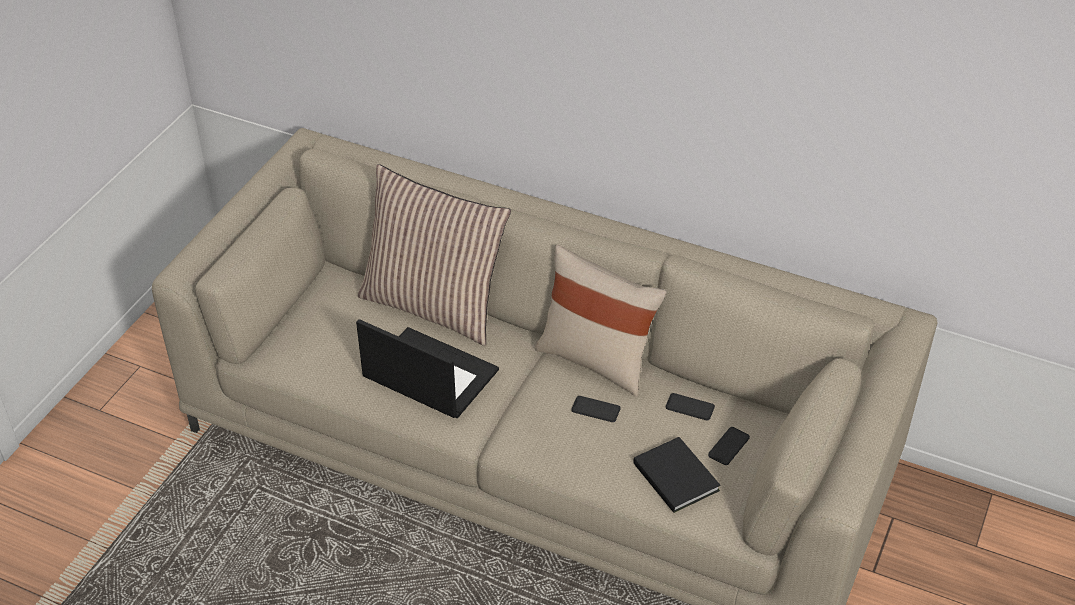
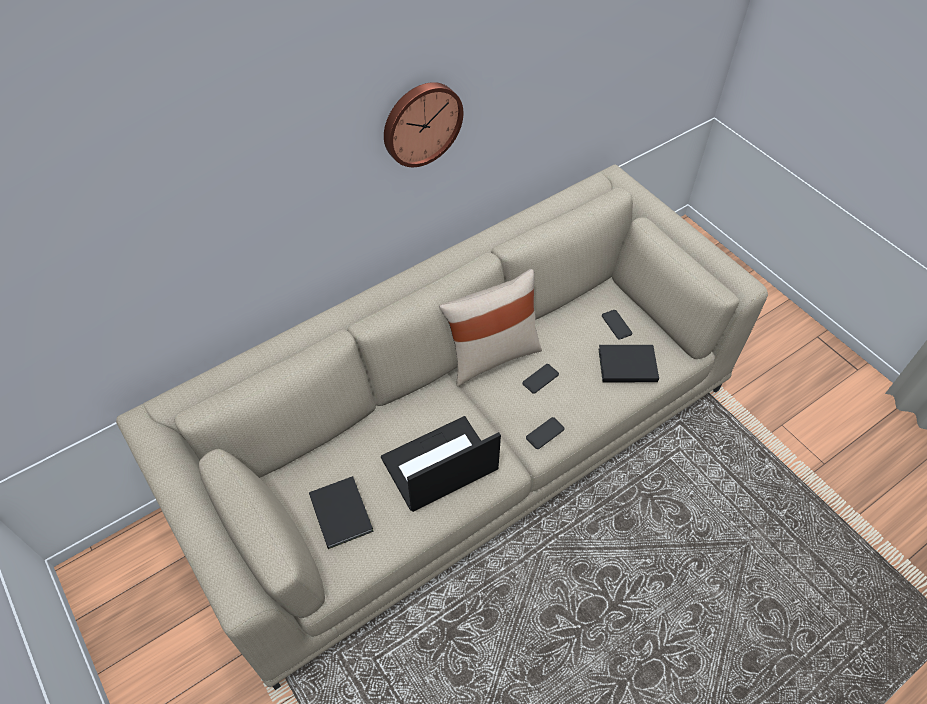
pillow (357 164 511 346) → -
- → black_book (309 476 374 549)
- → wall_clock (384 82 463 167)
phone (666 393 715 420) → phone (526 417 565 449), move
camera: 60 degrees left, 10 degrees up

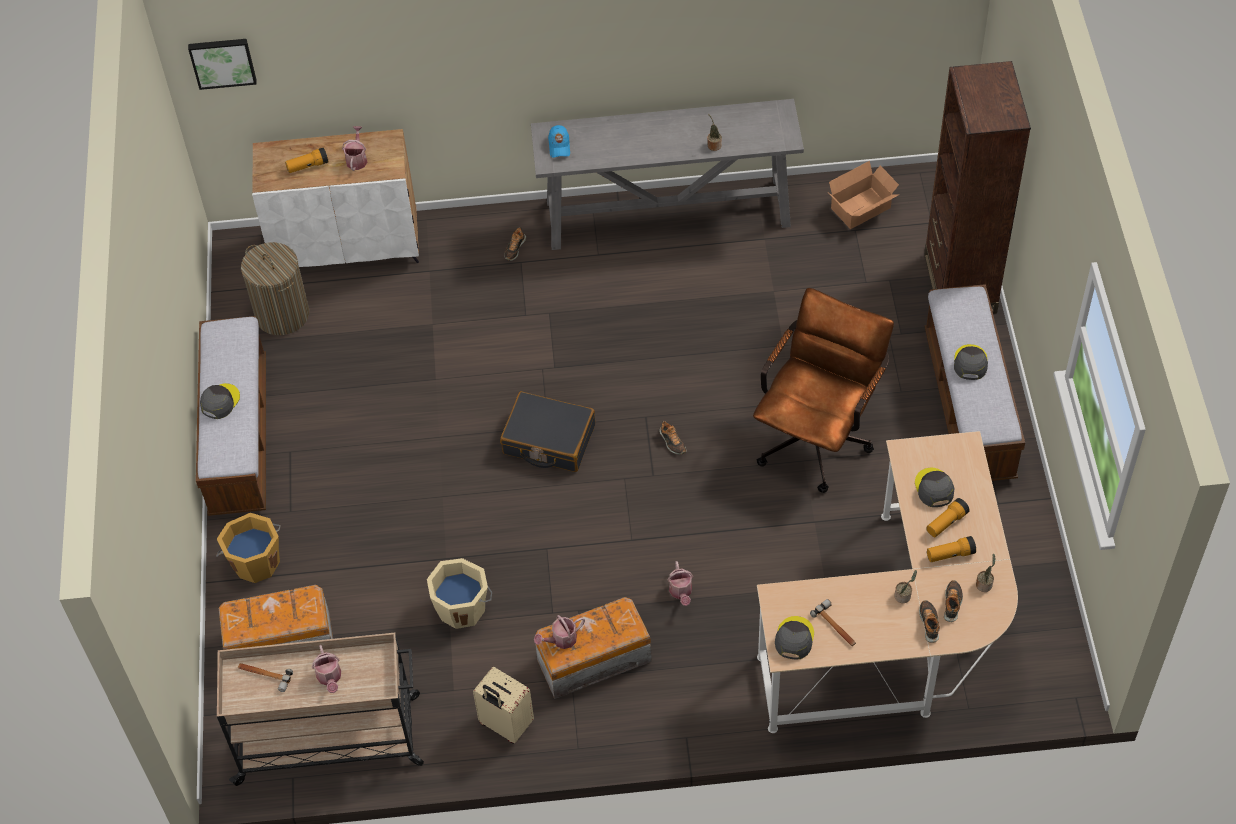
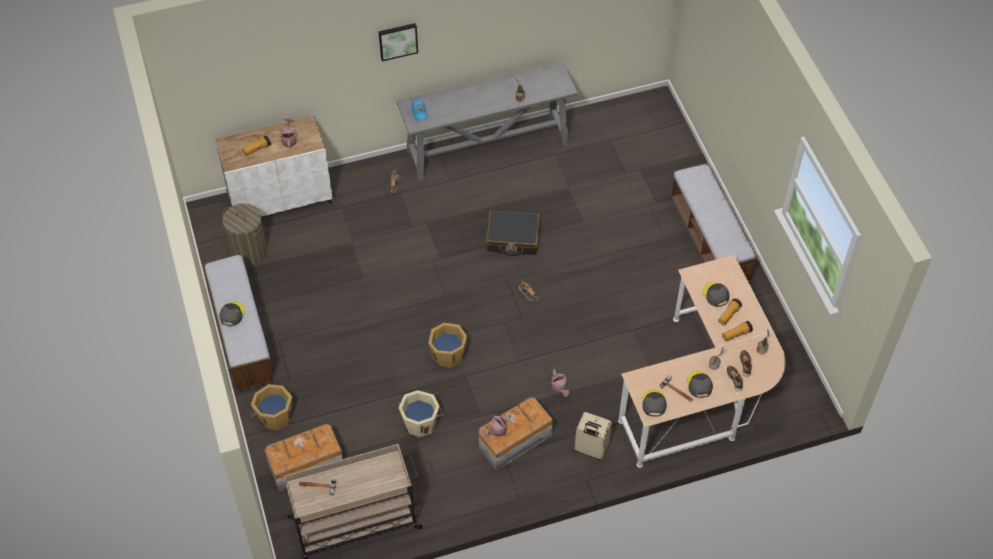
watering_can (312 645 341 693) → -
brown_office_chair (753 288 894 493) → -
cardboard_box (829 161 900 229) → -
brown_bookcase (924 61 1031 314) → -
- → orange_bucket (428 323 467 368)
picture (188 39 256 90) → picture (379 23 418 61), move
beige_suitcase (473 667 534 744) → beige_suitcase (574 412 612 460), move
black_suitcase (500 391 595 472) → black_suitcase (486 210 540 256), move
grey_cap (954 344 988 380) → grey_cap (687 371 713 398), move
camera: 15 degrees left, 0 degrees up

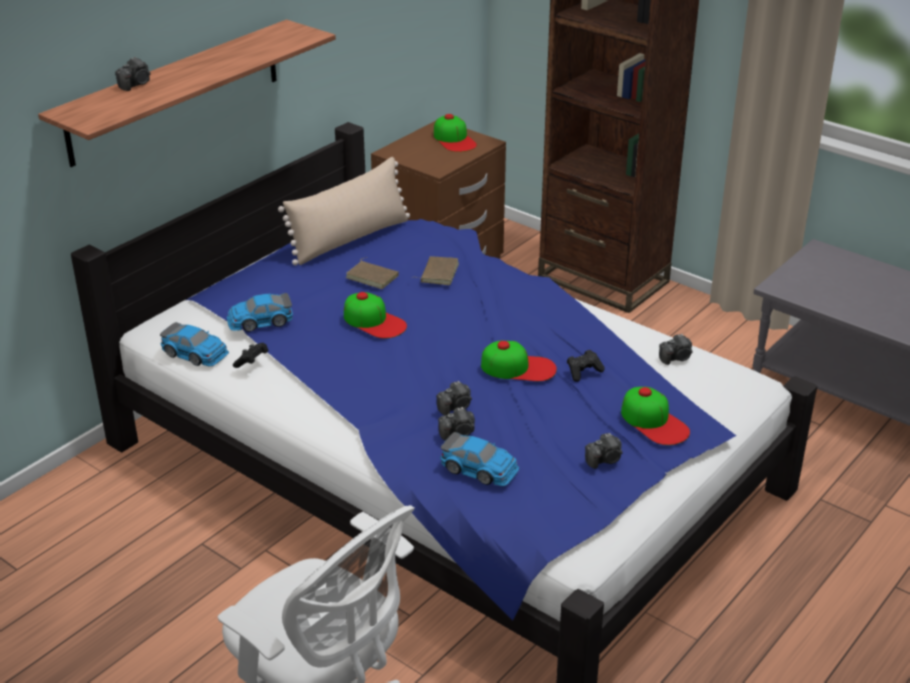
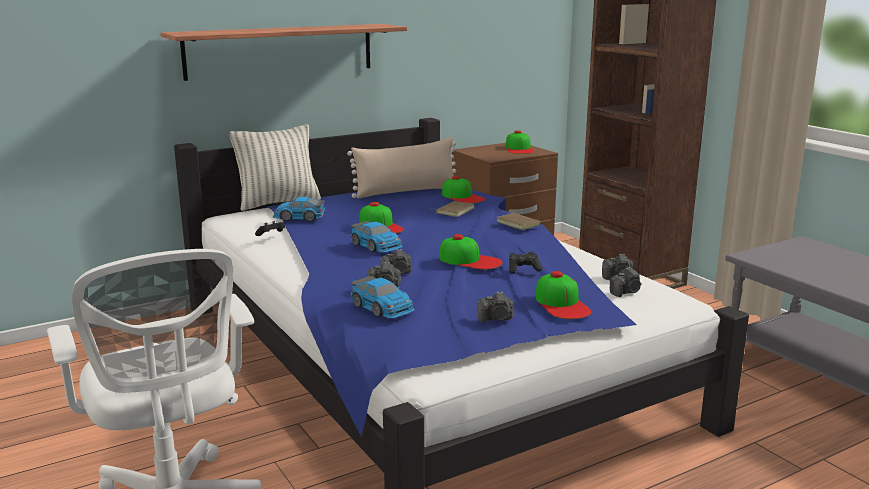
- → pillow (229 125 321 211)
- → cap (442 176 485 203)
photo_camera (115 57 151 91) → photo_camera (610 267 641 297), move
toy_car (160 322 229 366) → toy_car (350 221 403 253), move
brown_book (346 257 399 289) → brown_book (496 212 541 230), move
camera: 20 degrees right, 15 degrees down

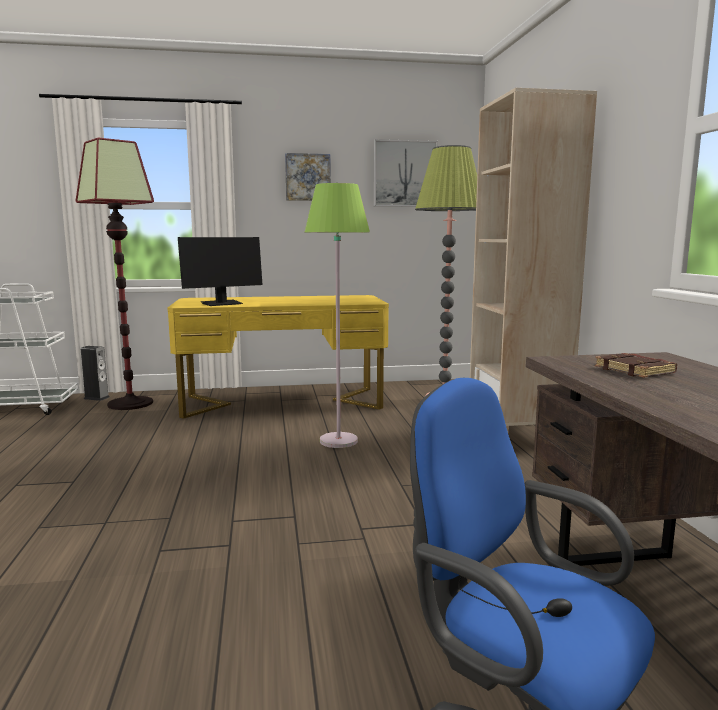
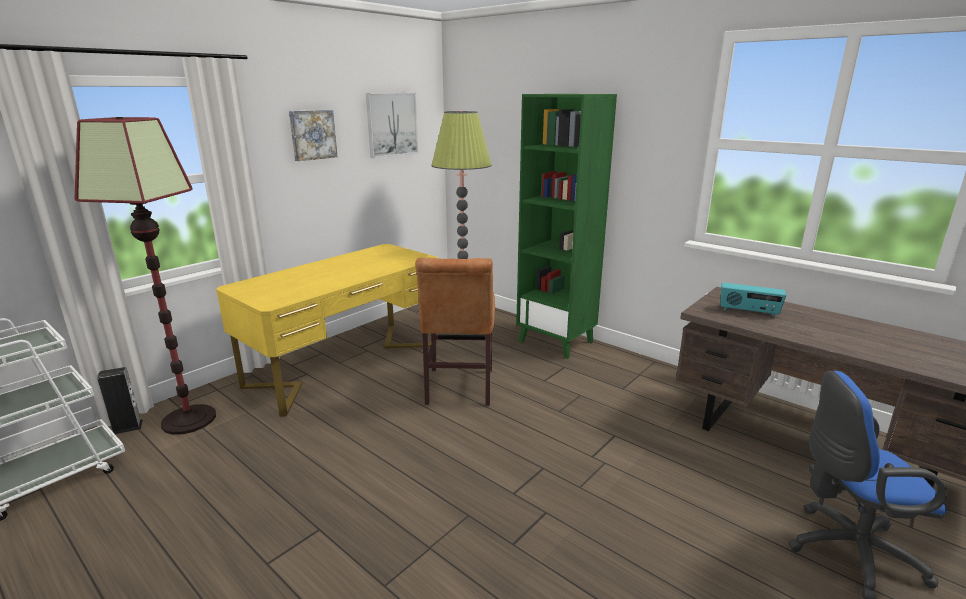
monitor (178 237 263 306) → -
green_floor_lamp (305 183 370 448) → brown_chair (415 258 495 406)
brown_book (595 353 677 378) → radio (721 283 786 317)
beige_bookcase (470 88 597 432) → green_bookcase (516 94 617 359)
camera: 40 degrees left, 10 degrees up

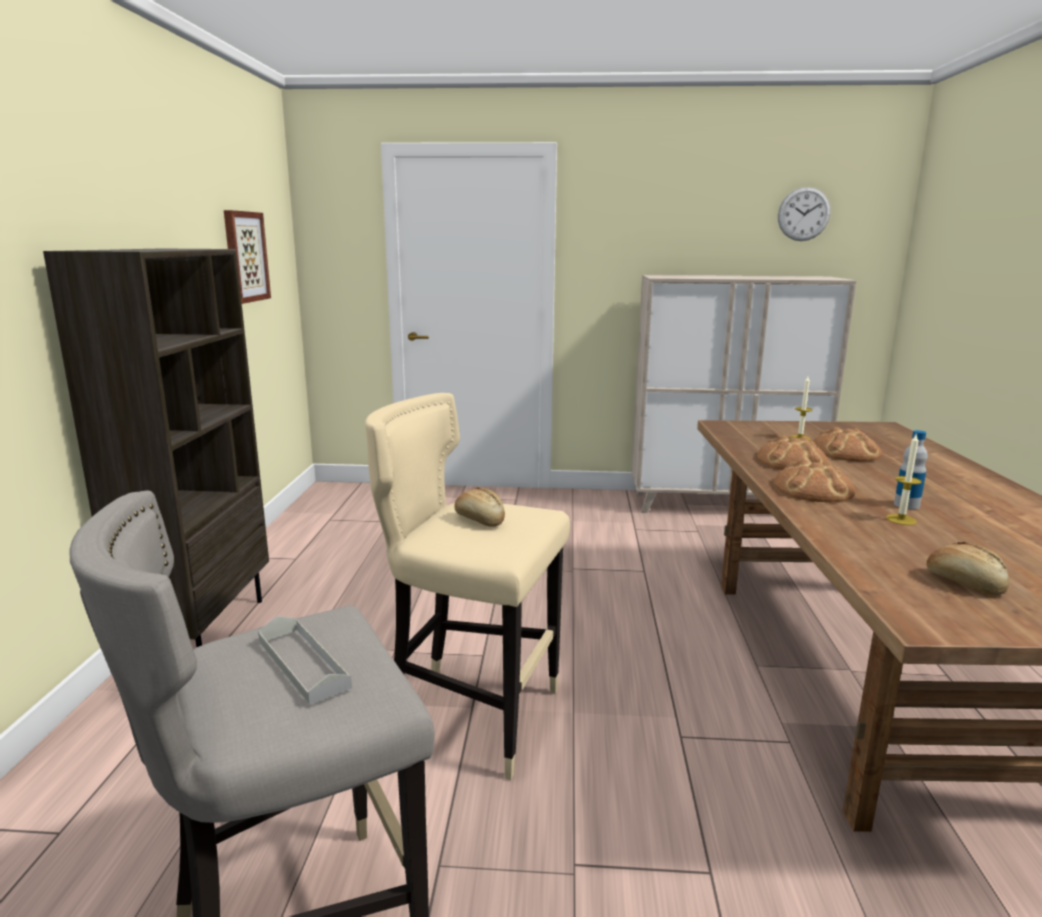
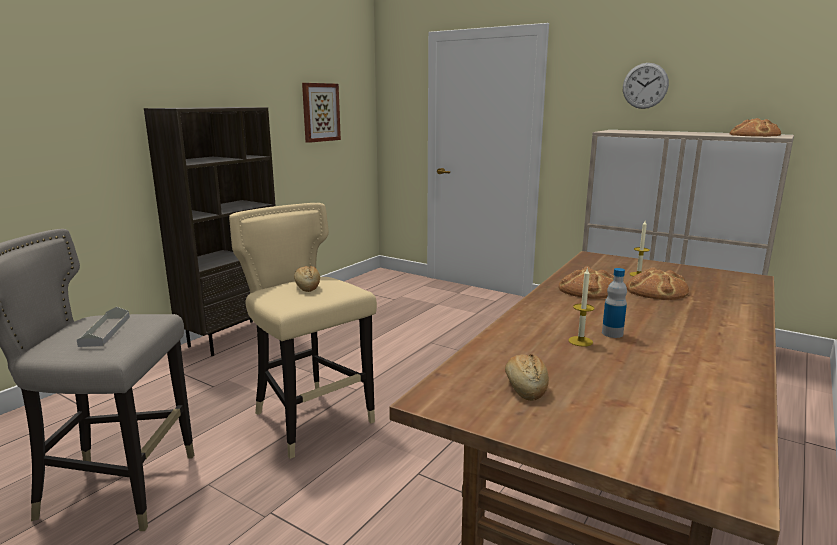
bread (774 460 856 503) → bread (730 118 781 137), move
wall_clock (778 187 830 241) → wall_clock (623 63 669 109), move
camera: 30 degrees right, 0 degrees up

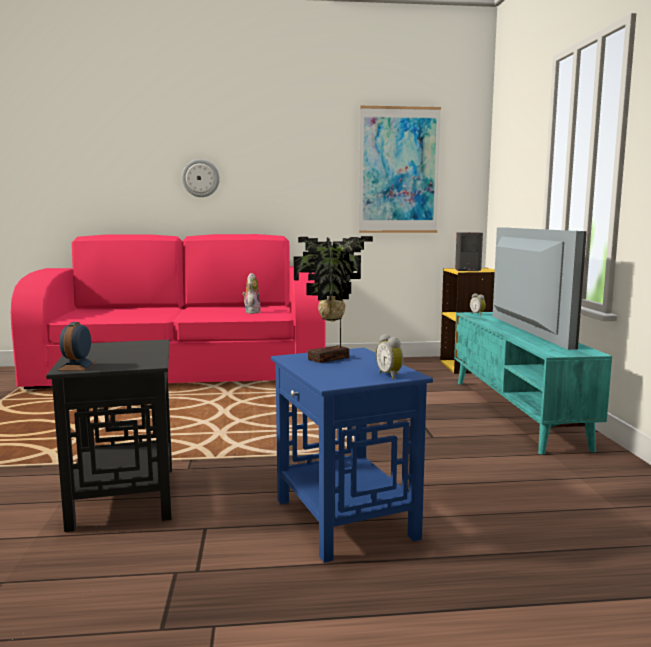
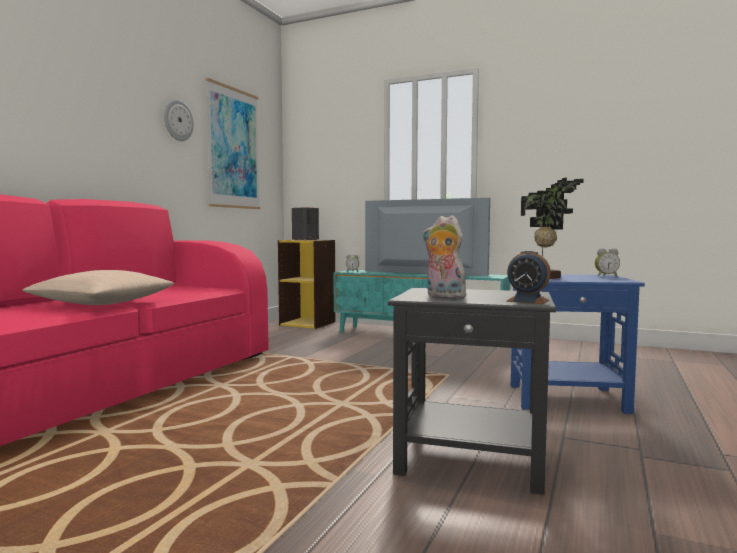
- → beige_pillow (22 270 174 305)
wall_clock (182 159 220 197) → wall_clock (164 100 194 141), move
plush_toy (243 273 261 314) → plush_toy (422 215 466 298), move
camera: 60 degrees left, 5 degrees down

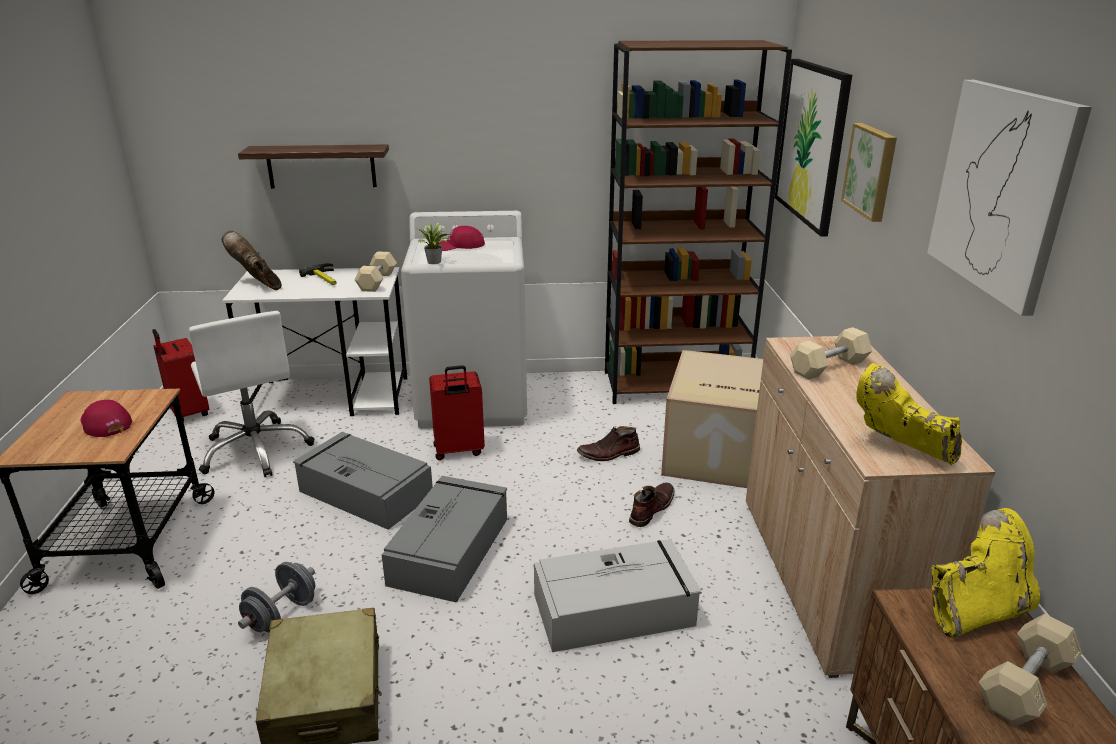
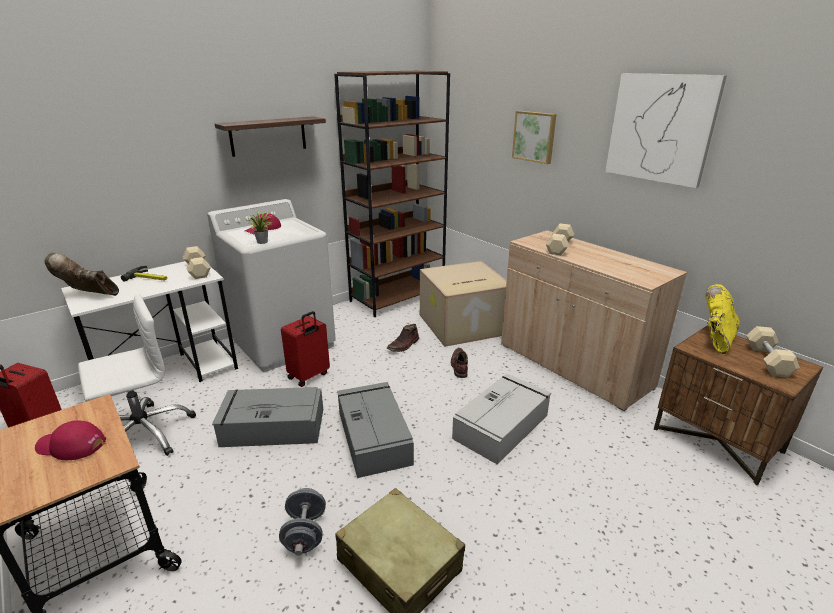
picture (775 59 852 237) → -
yellow_boot (856 363 962 465) → -
shelf (238 144 389 189) → shelf (215 116 326 157), move
white_office_chair (189 311 314 477) → white_office_chair (78 293 196 456), 60 degrees counterclockwise
camera: 35 degrees left, 0 degrees up

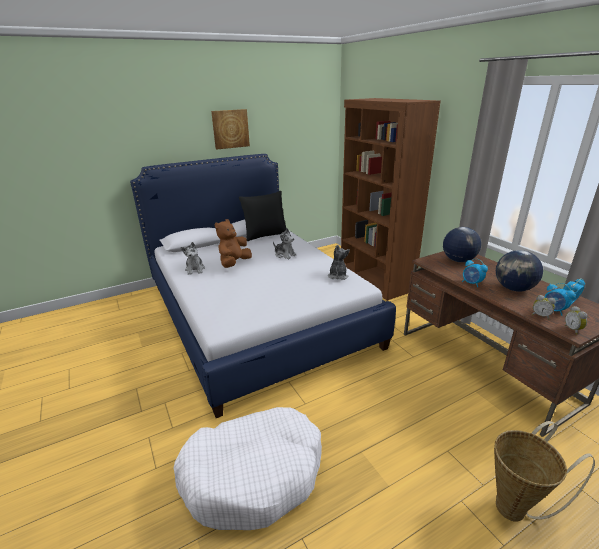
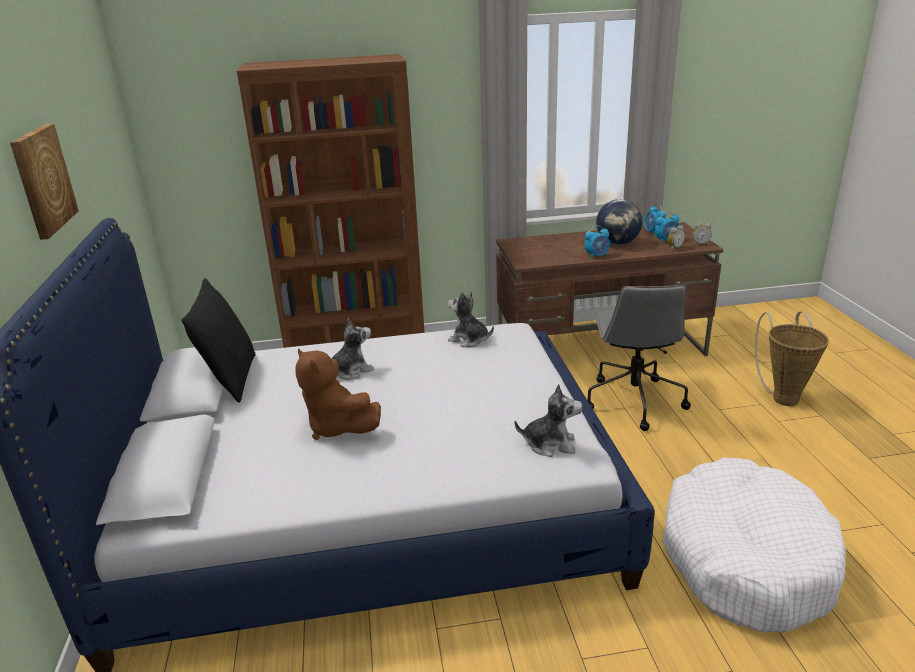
globe (443 227 481 262) → -
- → grey_office_chair (587 285 691 431)
plush_toy (181 242 205 275) → plush_toy (515 384 583 457), move
camera: 70 degrees left, 0 degrees up

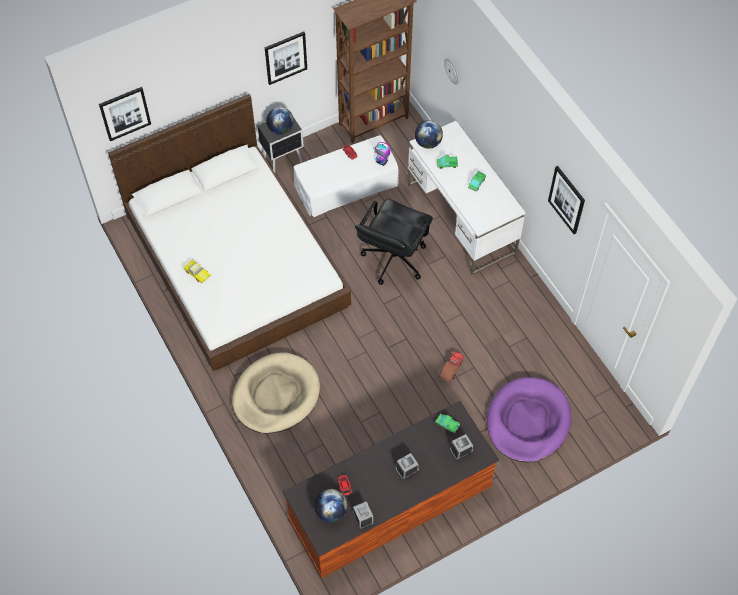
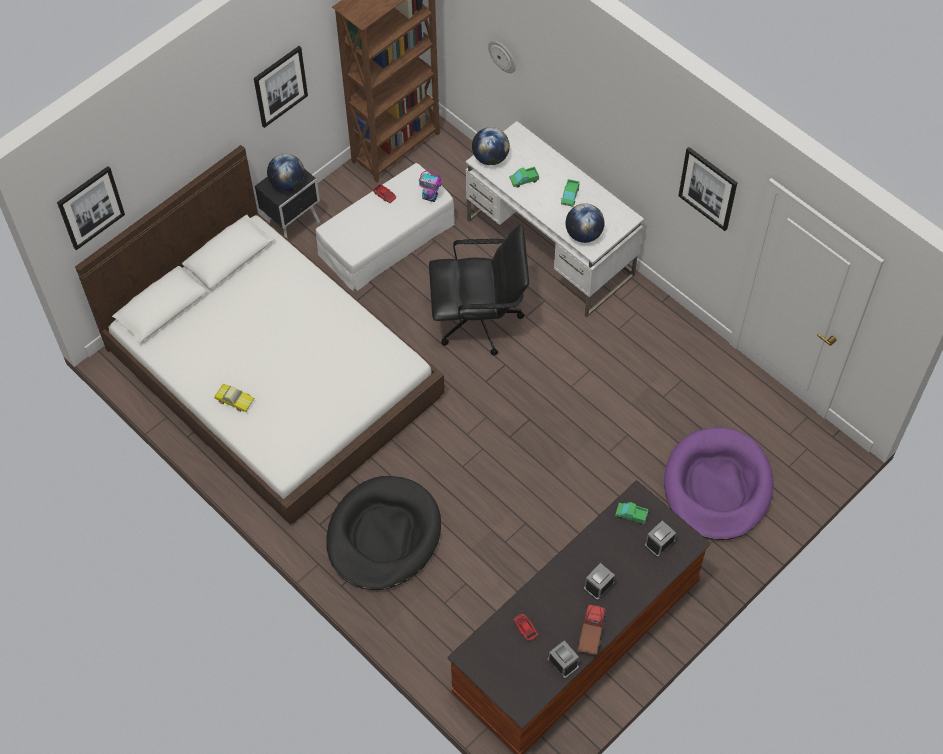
globe (314 489 348 523) → globe (566 204 605 243), move
toy_truck (438 351 465 382) → toy_truck (578 605 606 655), move
beige_dog_bed (232 352 320 434) → black_dog_bed (326 476 441 590)
black_office_chair (355 198 433 285) → black_office_chair (429 224 529 356), 105 degrees counterclockwise
camera: 15 degrees left, 0 degrees up

